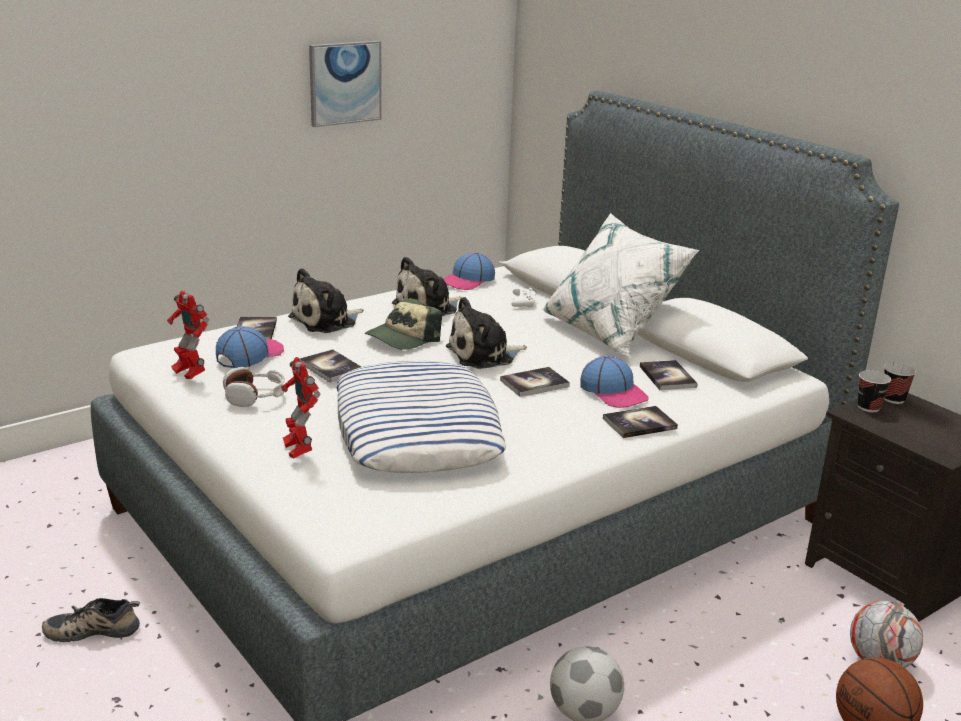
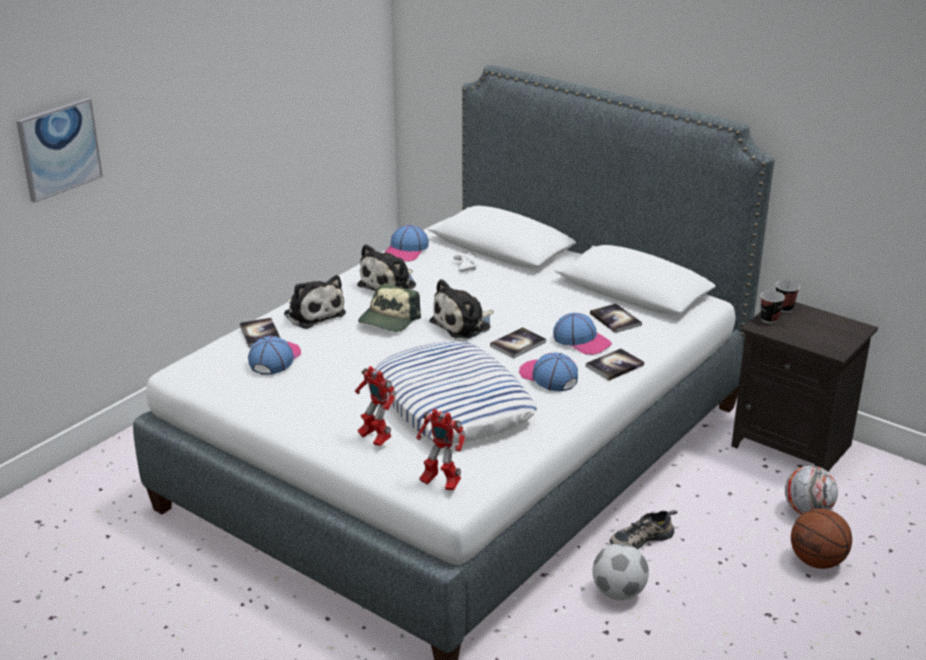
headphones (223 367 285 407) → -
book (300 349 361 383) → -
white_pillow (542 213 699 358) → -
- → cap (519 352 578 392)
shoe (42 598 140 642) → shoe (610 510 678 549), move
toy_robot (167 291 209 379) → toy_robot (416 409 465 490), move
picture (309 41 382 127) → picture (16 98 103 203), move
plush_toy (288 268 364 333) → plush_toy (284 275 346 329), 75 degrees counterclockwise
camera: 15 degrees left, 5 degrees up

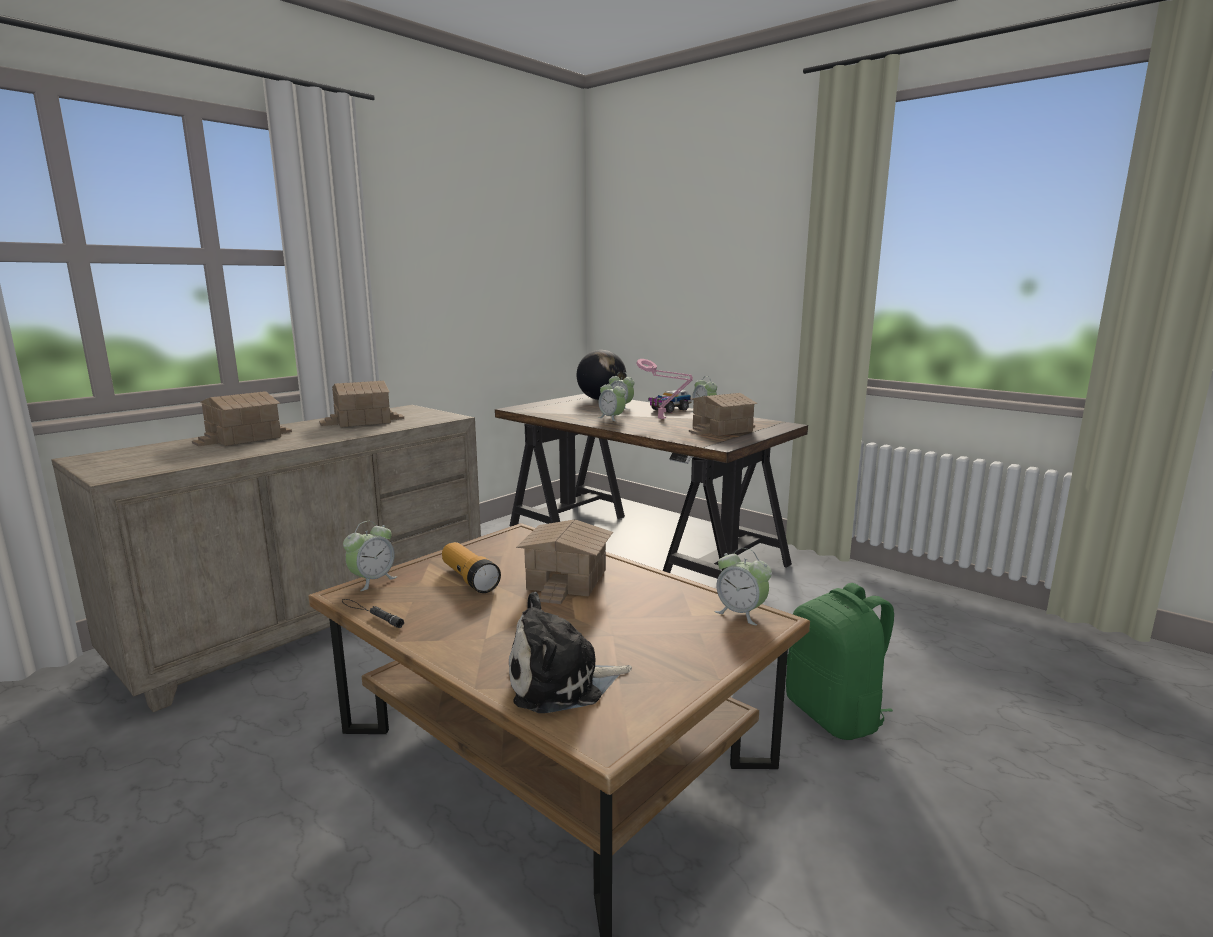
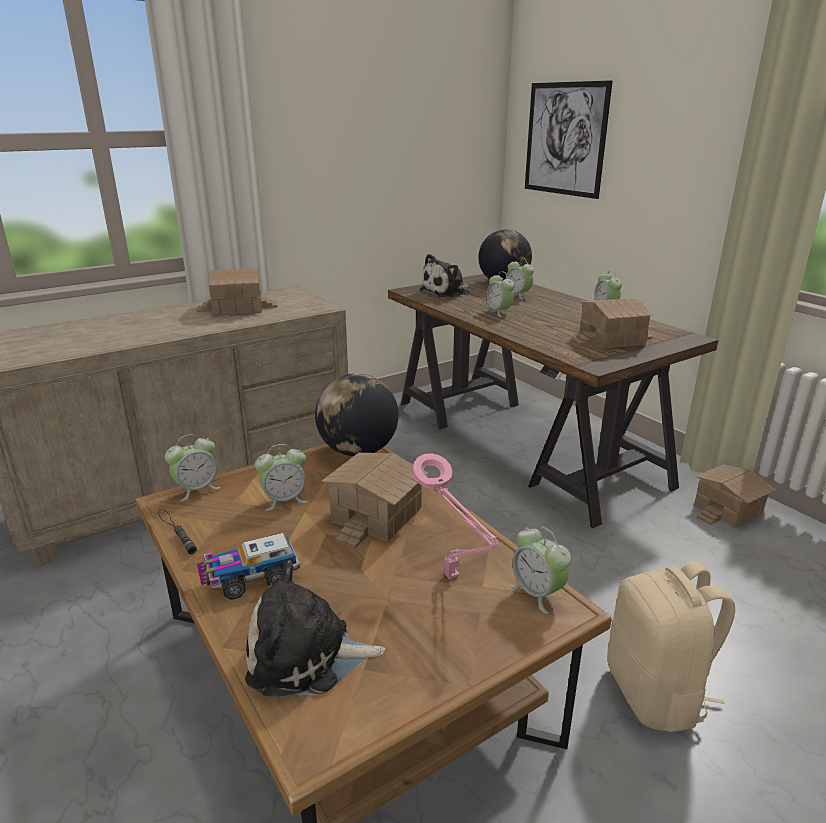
- → globe (315 373 399 456)
- → plush_toy (419 254 469 298)
- → picture (525 80 613 199)
toy_house (192 391 292 446) → toy_house (694 464 777 527), move
pink_table_lamp (636 359 693 419) → pink_table_lamp (412 453 500 579), move
toy_truck (648 390 692 413) → toy_truck (197 533 300 600), move
flashlight (442 542 501 593) → alarm_clock (255 444 308 511)
green_backpack (786 583 894 740) → beige_backpack (607 561 735 732)
camera: 15 degrees right, 10 degrees up

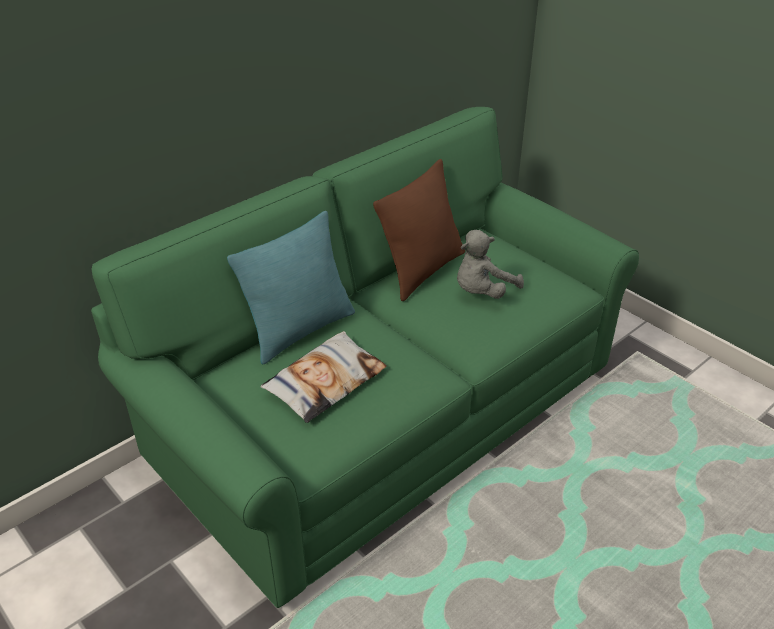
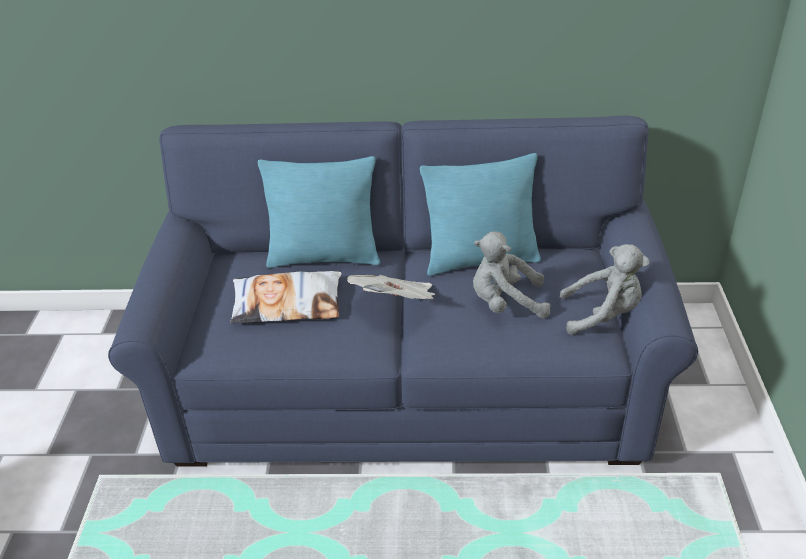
- → newspaper (347 275 436 300)
- → grey_plush_toy (560 244 649 335)
green_sofa (91 107 639 608) → blue_sofa (108 116 698 467)
brown_pillow (373 159 465 302) → turquoise_pillow (420 153 541 276)
camera: 45 degrees right, 0 degrees up

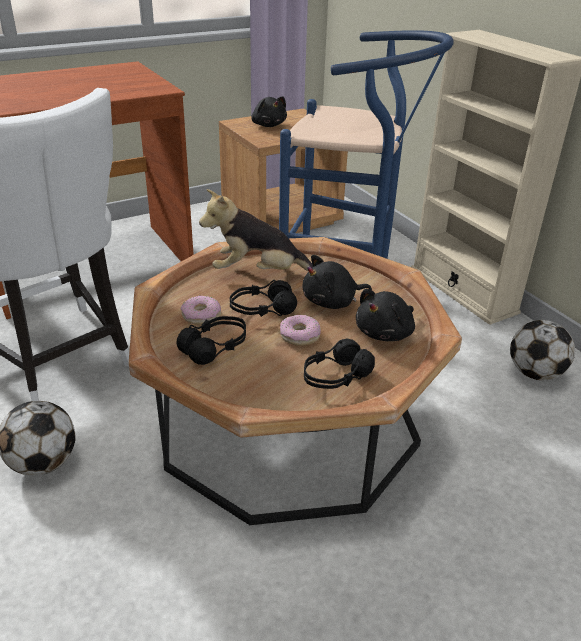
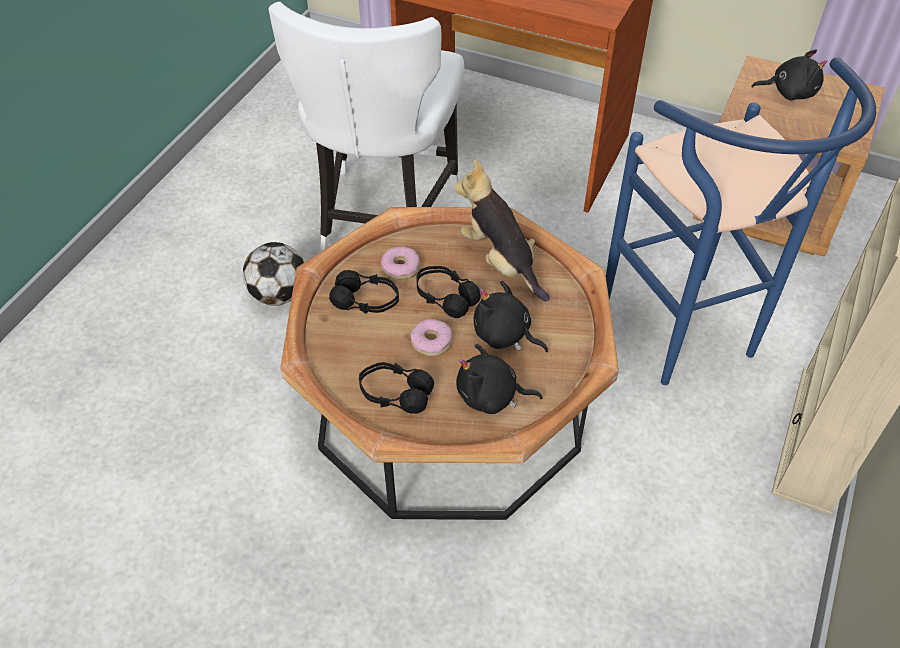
football (510 320 575 380) → -
black_plush_toy (251 96 287 127) → black_plush_toy (751 49 828 101), 105 degrees counterclockwise
camera: 55 degrees right, 15 degrees up

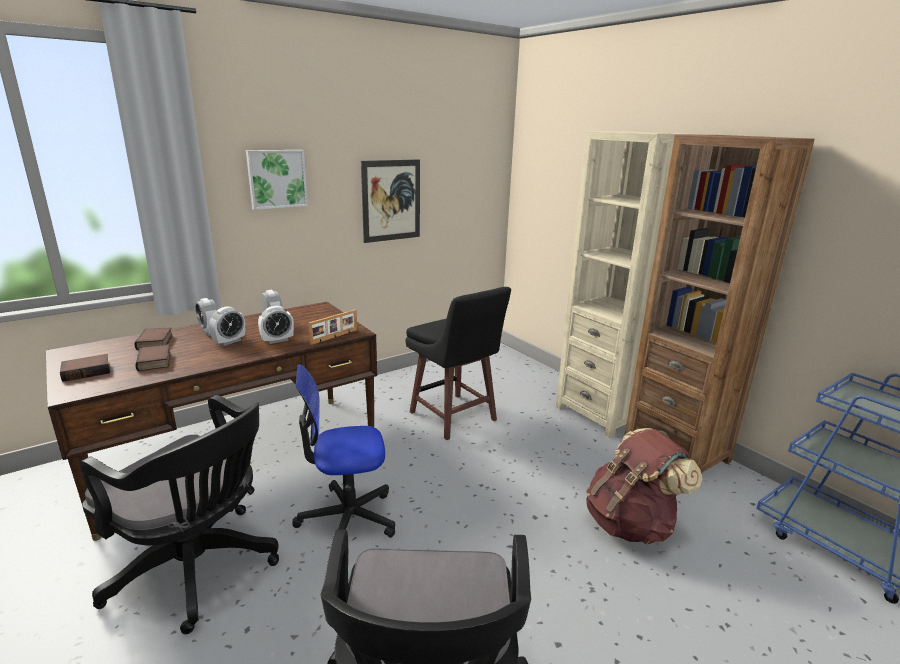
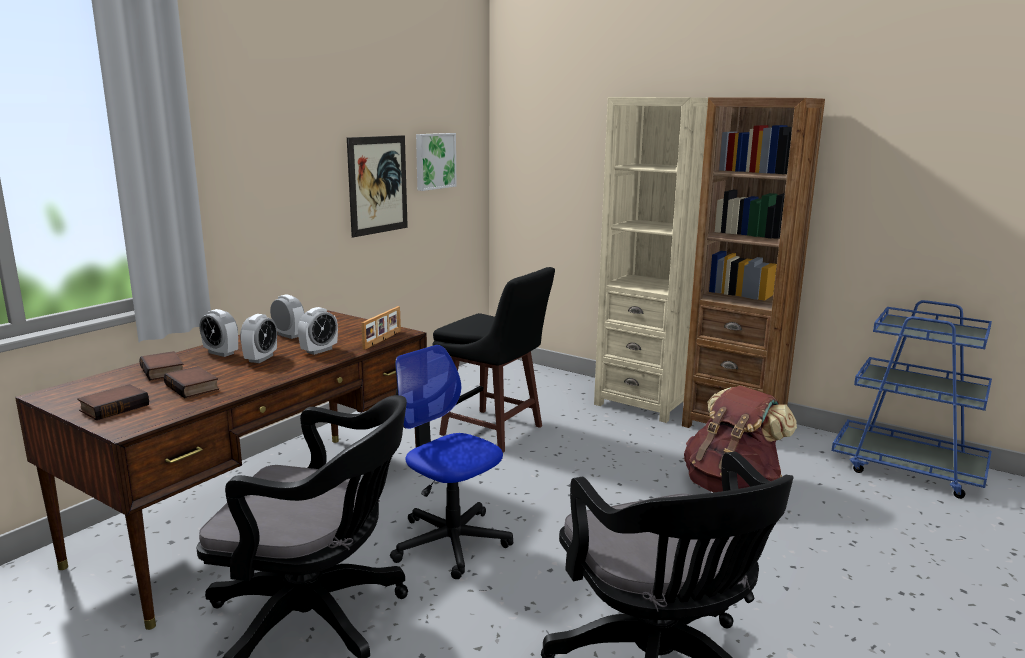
picture (246 150 308 210) → picture (416 133 457 191), move
office_chair (292 365 395 538) → office_chair (390 345 513 579), 75 degrees clockwise
camera: 20 degrees left, 5 degrees down

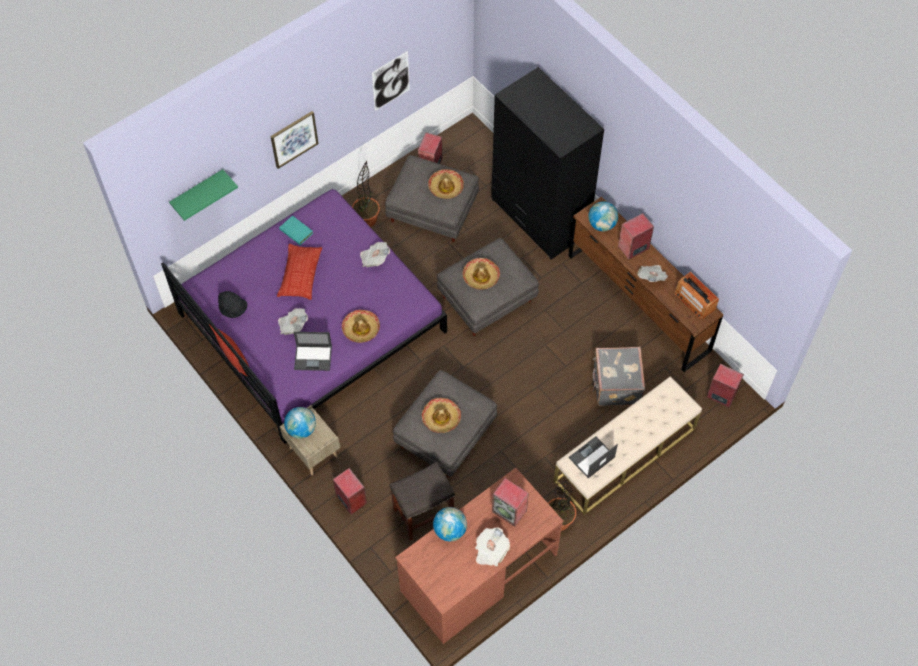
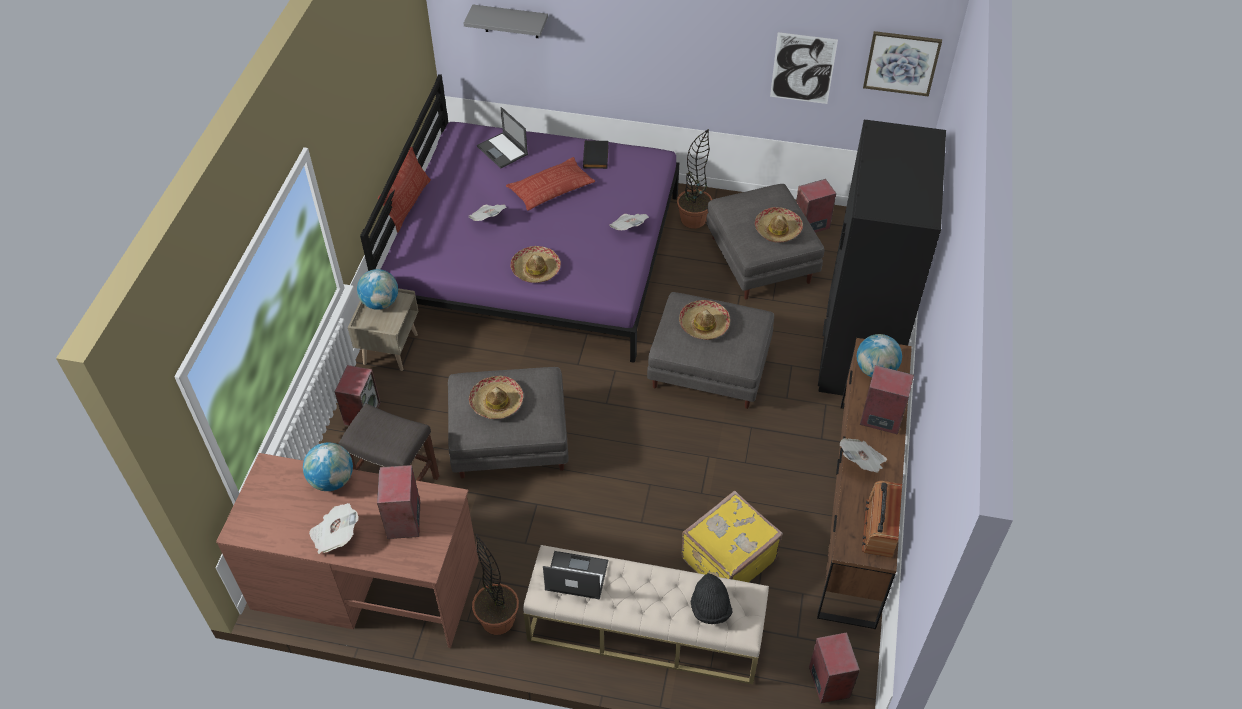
black_hat (218 291 247 318) → black_hat (691 573 733 624), move
picture (270 111 319 169) → picture (863 31 942 96), move
laptop (294 332 332 371) → laptop (477 107 528 168), move
green_shelf (169 169 238 221) → grey_shelf (463 5 548 38)
turquoise_book (279 215 313 245) → black_book (583 140 609 169)
grey_suitcase (592 347 645 406) → yellow_suitcase (681 491 783 582)
camera: 50 degrees right, 10 degrees down

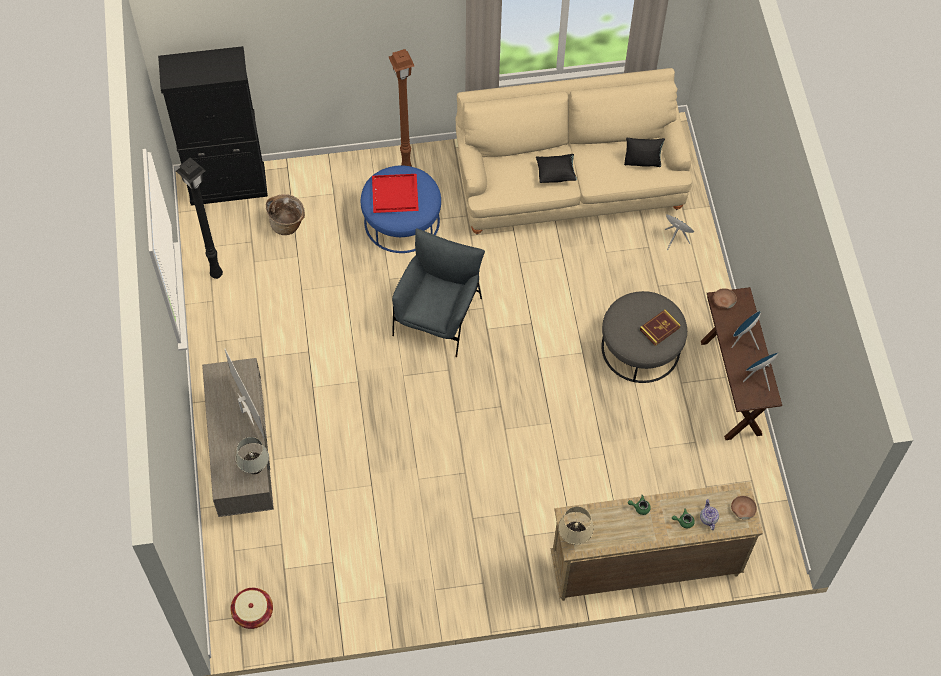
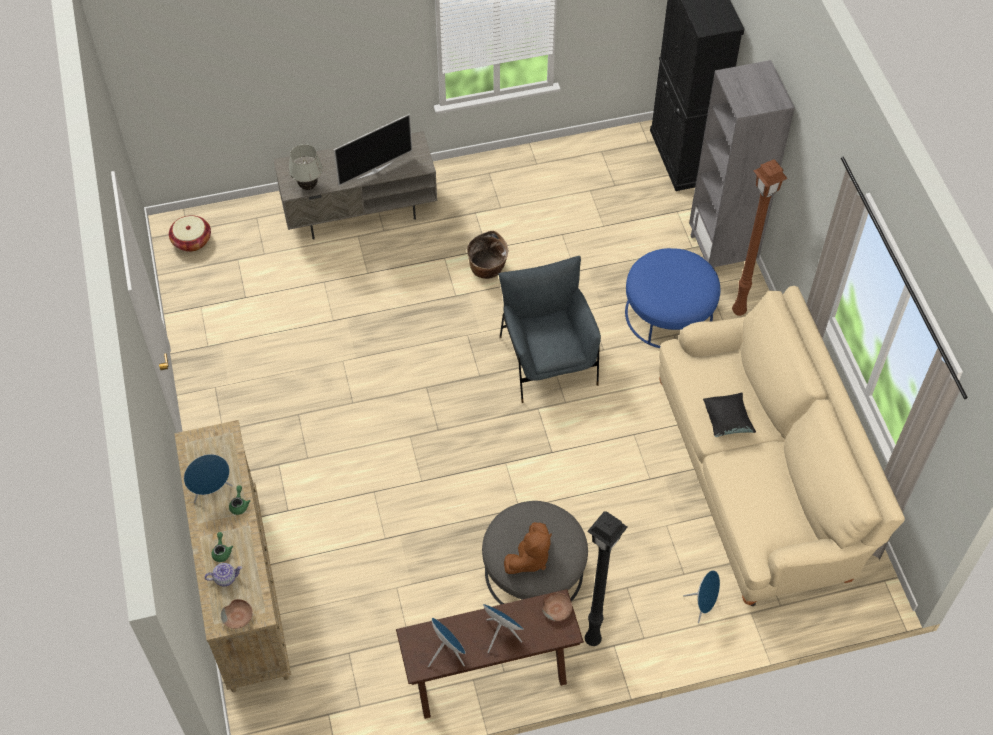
red_tray (372 174 419 213) → -
beige_table_lamp (558 506 594 545) → -
black_pillow (624 138 665 167) → -
- → blue_speaker (184 454 233 503)
- → grey_bookcase (689 60 795 268)
black_floor_lamp (176 158 223 279) → black_floor_lamp (585 511 628 646), move
basket (266 194 305 235) → basket (467 231 508 279), move
book (640 310 681 346) → brown_plush_toy (504 522 552 574)
grey_armchair (392 229 485 357) → grey_armchair (498 256 601 403), 120 degrees counterclockwise
camera: 85 degrees right, 5 degrees down

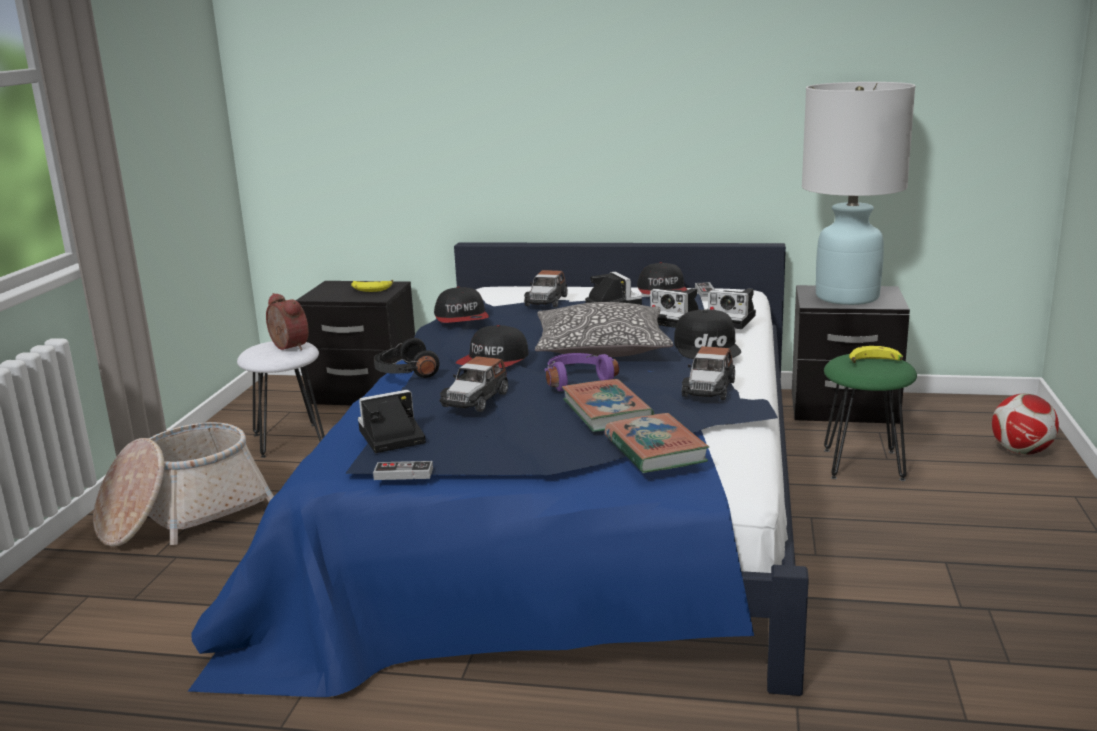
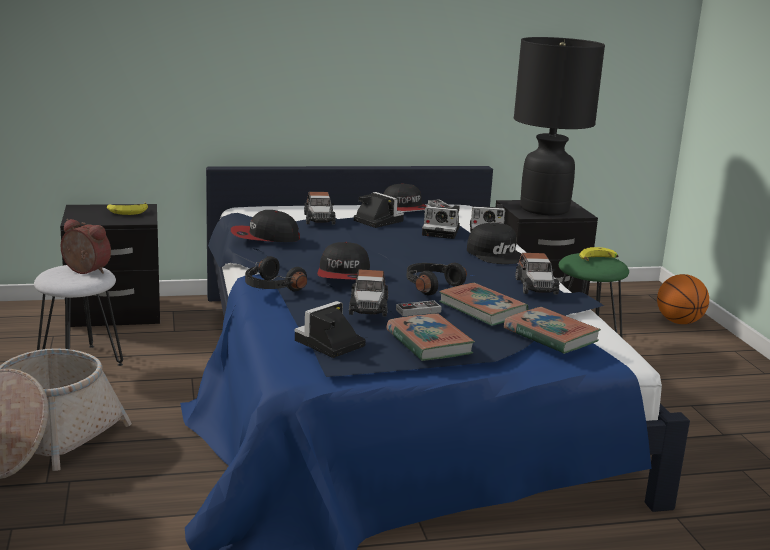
pillow (535 302 674 357) → -
- → book (387 313 475 361)
game_controller (373 461 433 480) → game_controller (396 300 442 316), move
football (992 394 1059 455) → basketball (657 274 709 324)
purple_headphones (545 353 619 391) → black_headphones (407 263 467 295)
white_table_lamp (802 82 915 305) → black_table_lamp (514 37 605 215)
cap (434 286 489 323) → cap (231 210 300 242), 120 degrees clockwise
camera: 25 degrees left, 0 degrees up

